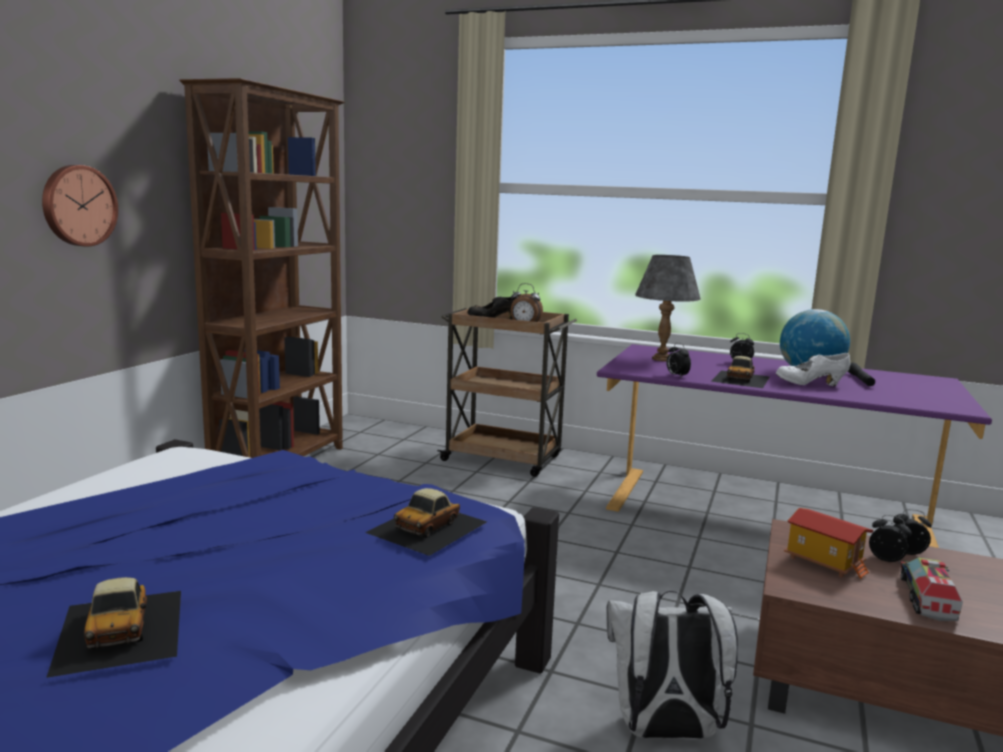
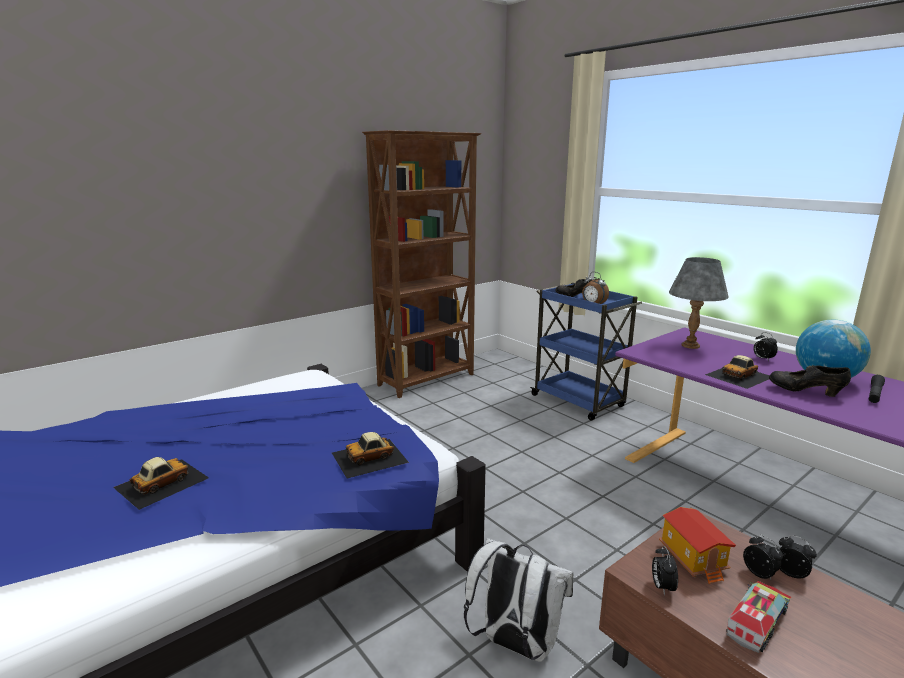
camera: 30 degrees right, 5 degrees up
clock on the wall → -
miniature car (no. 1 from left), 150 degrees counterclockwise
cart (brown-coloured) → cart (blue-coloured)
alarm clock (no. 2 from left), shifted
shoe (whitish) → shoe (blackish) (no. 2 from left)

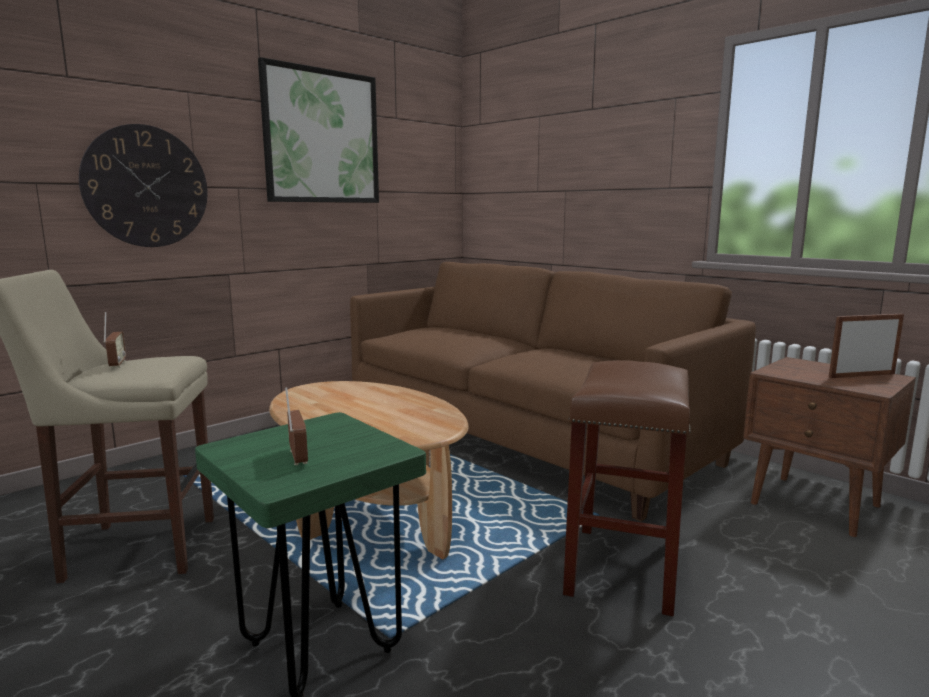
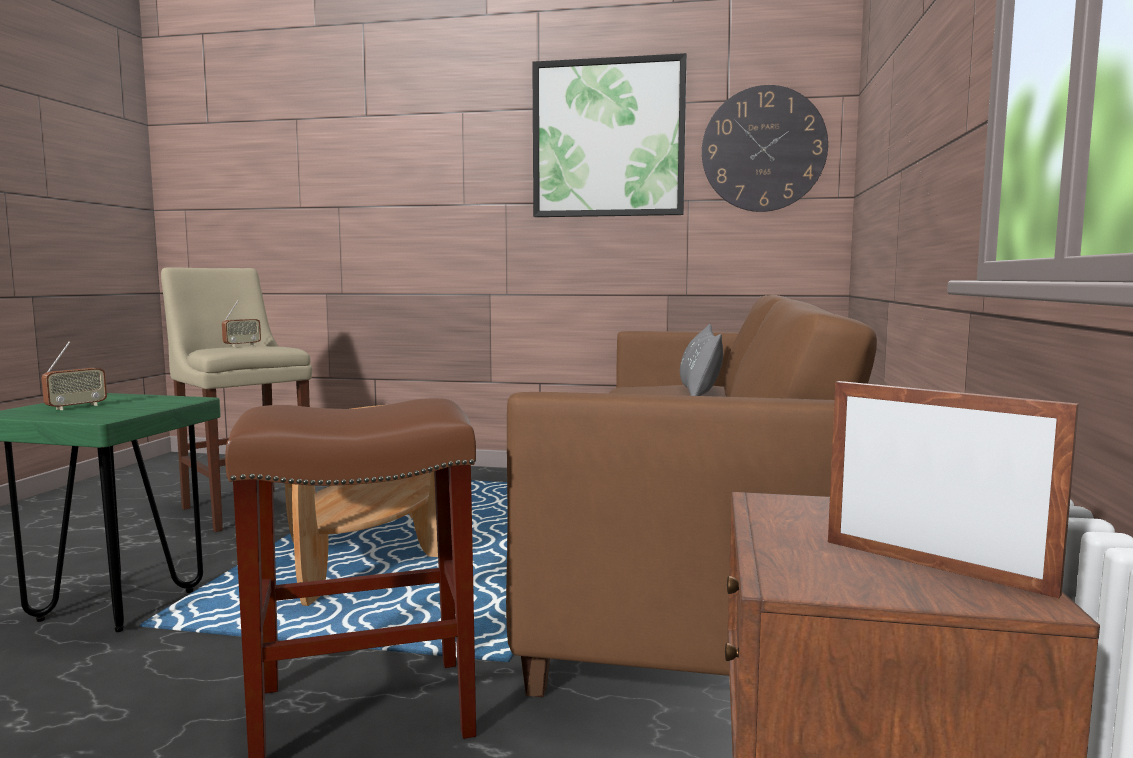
camera: 55 degrees right, 5 degrees down
clock on the wall, shifted
- → throw pillow (greyish)

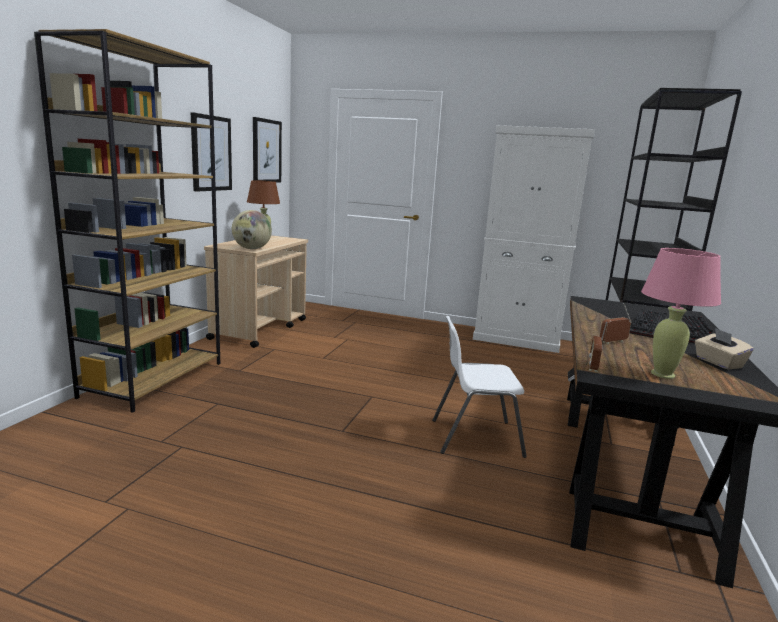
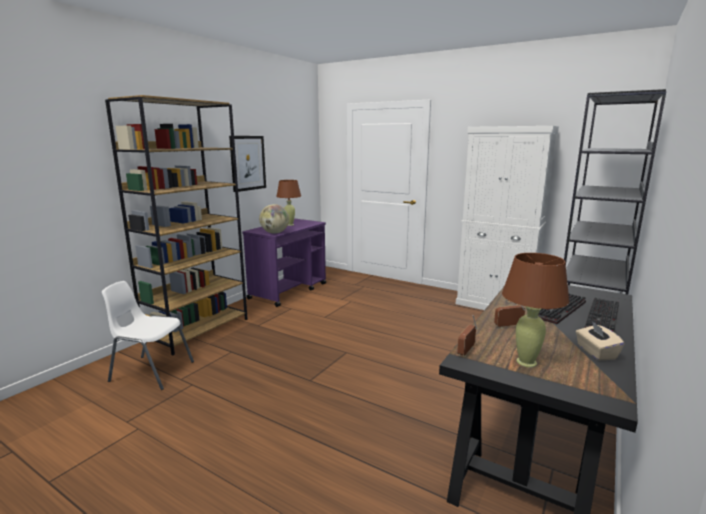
camera: 15 degrees right, 0 degrees up
cart (sand-coloured) → cart (purple-coloured)
picture (no. 2 from left) → -
chair (whitish), shifted
lamp for a table (pinkish) → lamp for a table (brown-coloured) (no. 2 from left)

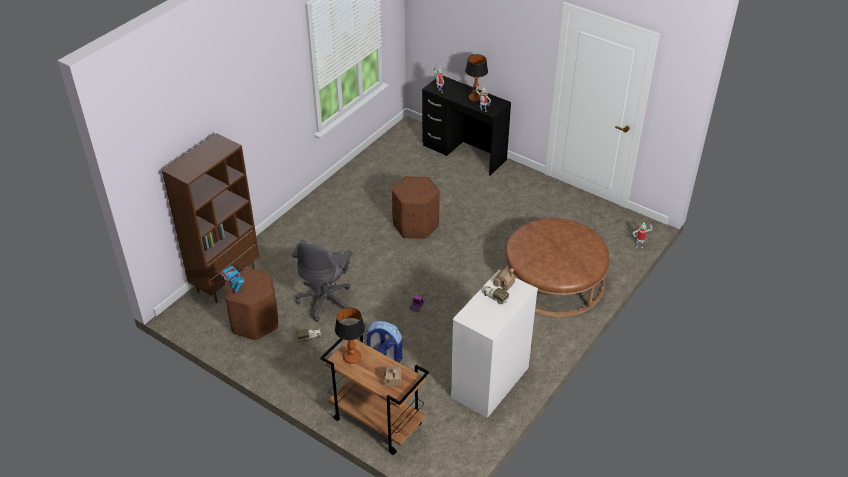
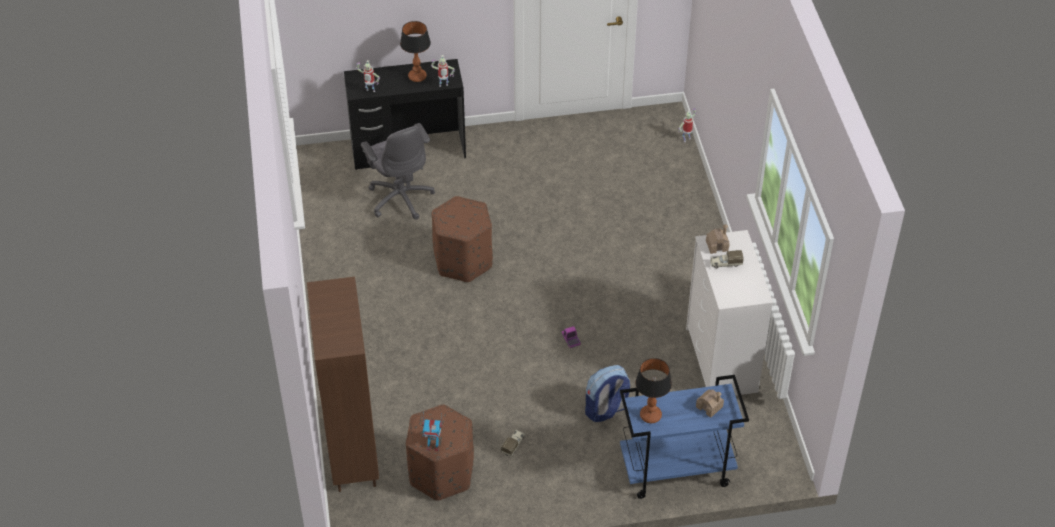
camera: 45 degrees left, 5 degrees up
office chair (greyish), shifted
cart (brown-coloured) → cart (blue-coloured)
footrest (brown-coloured) (no. 3 from left) → -

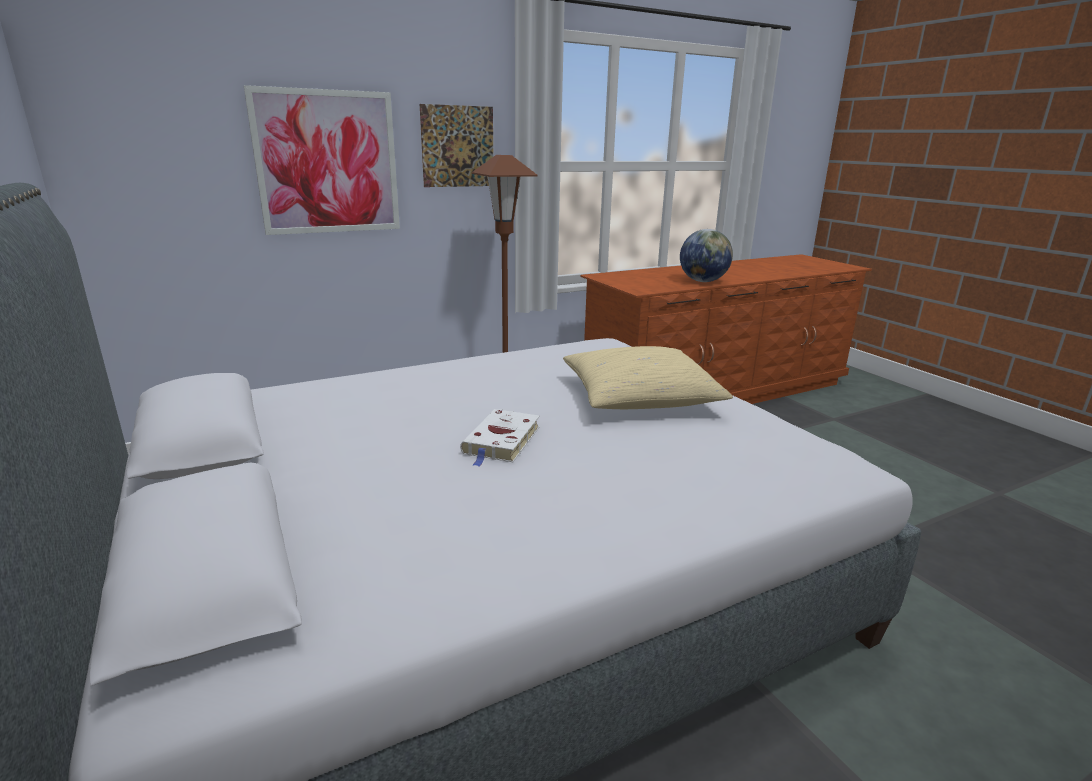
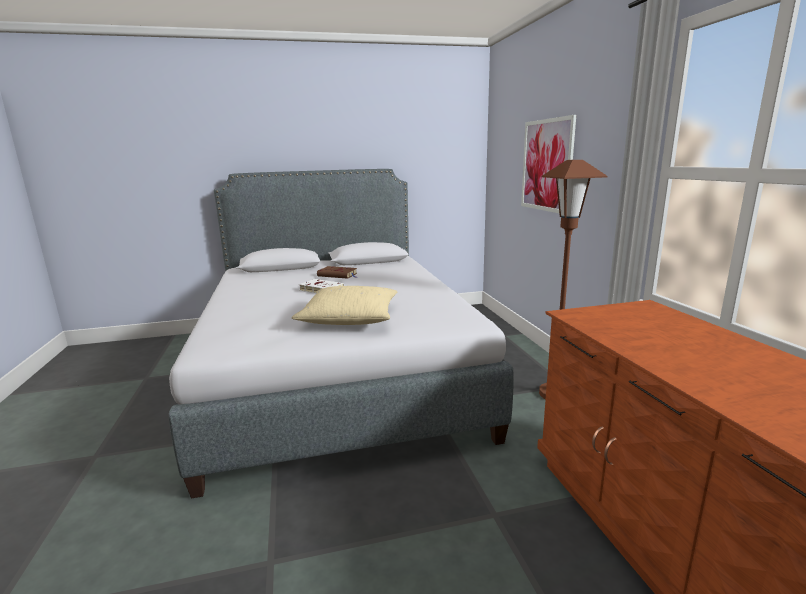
camera: 105 degrees right, 5 degrees down
picture (no. 2 from left) → -
world globe → -
- → book (brown-coloured)

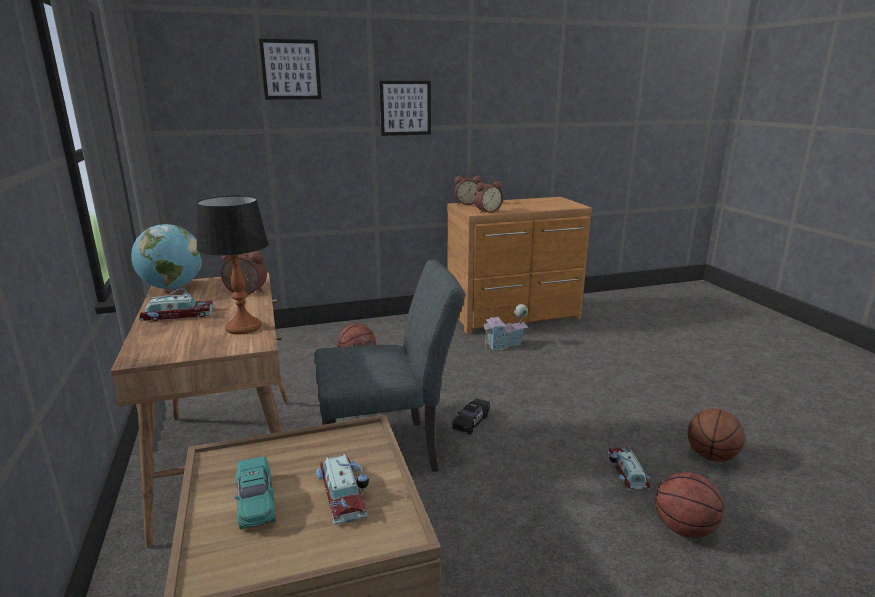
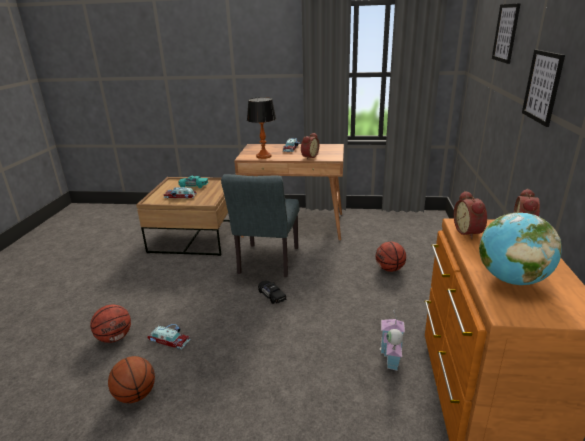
camera: 115 degrees right, 5 degrees up
world globe, shifted

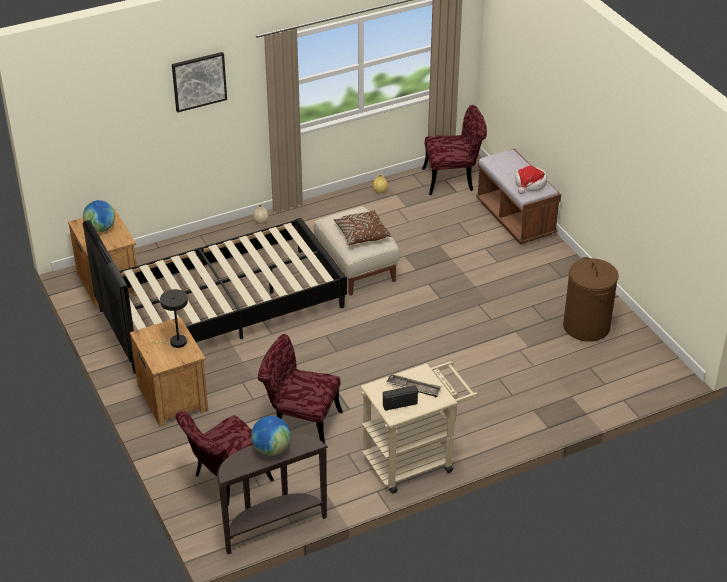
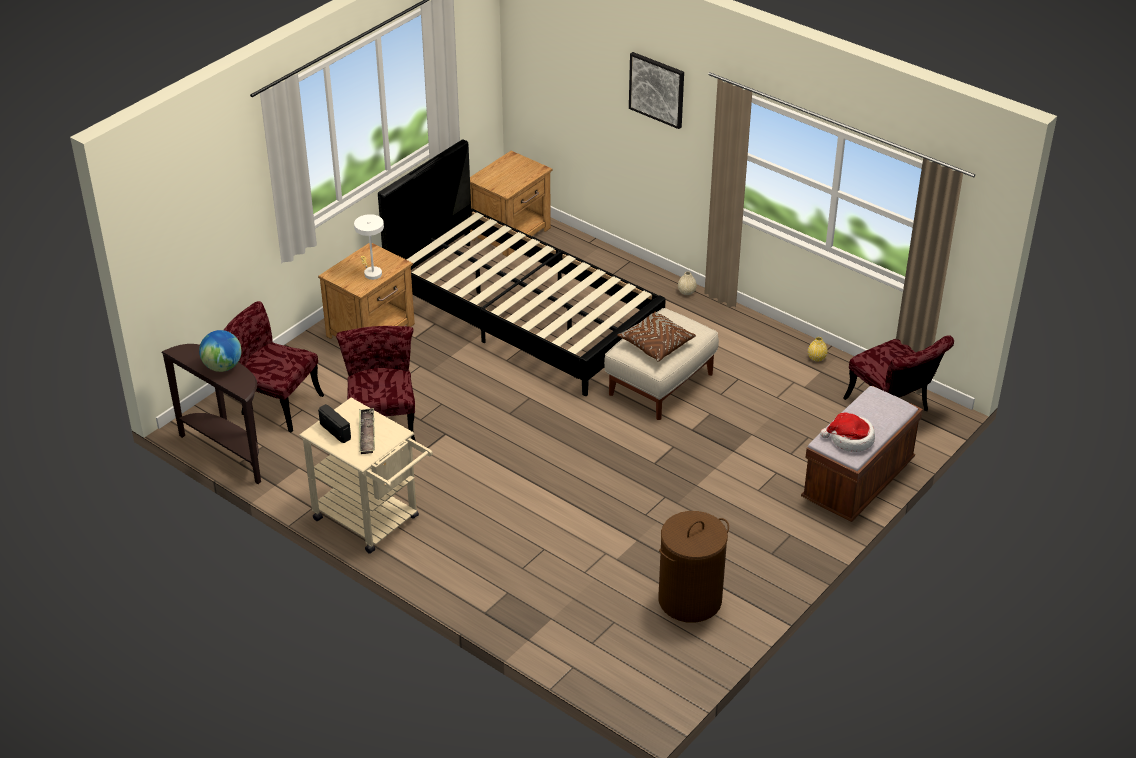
camera: 65 degrees right, 0 degrees up
world globe (no. 1 from left) → -
lamp for a table (blackish) → lamp for a table (whitish)

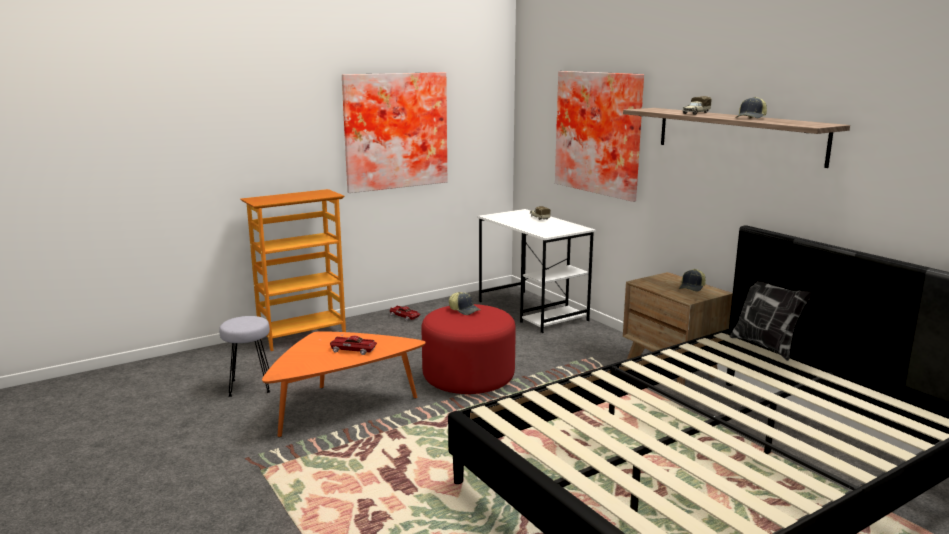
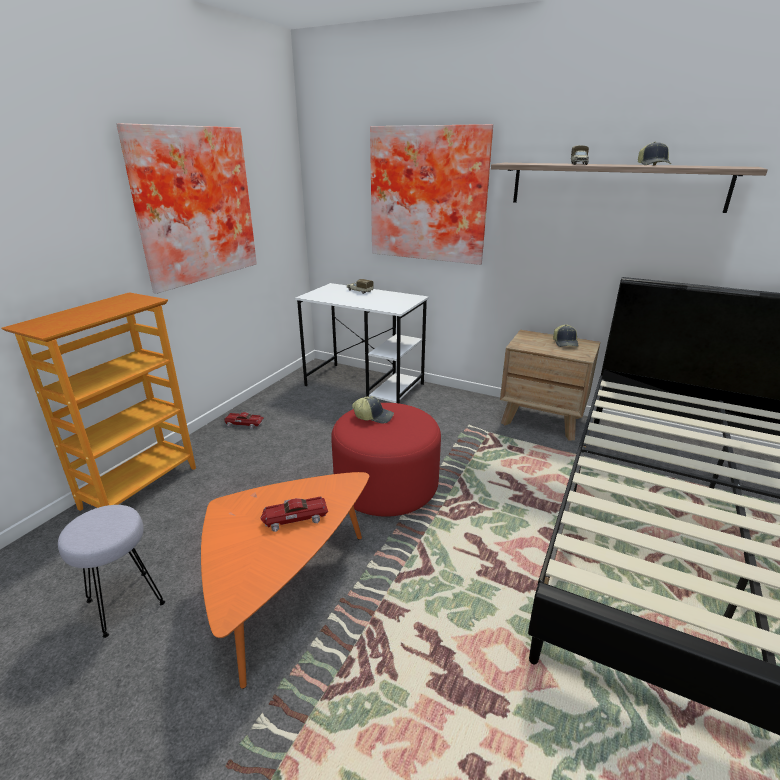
camera: 30 degrees left, 10 degrees up
throw pillow → -

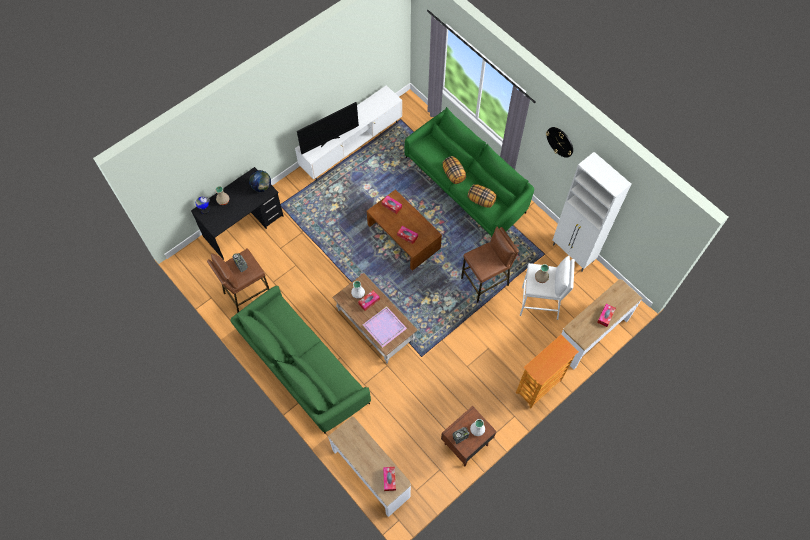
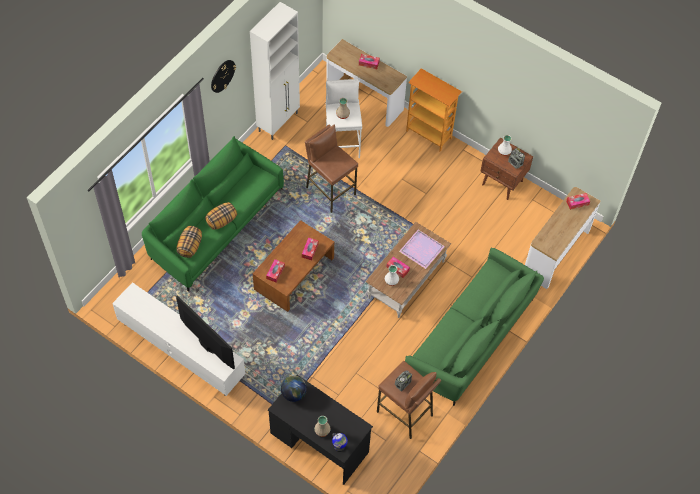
camera: 105 degrees left, 5 degrees down
throw pillow (no. 2 from left in the first image) → throw pillow (no. 1 from left), shifted

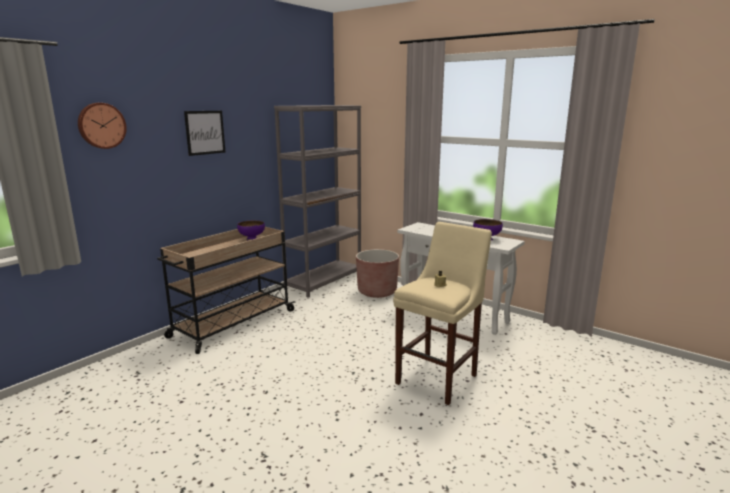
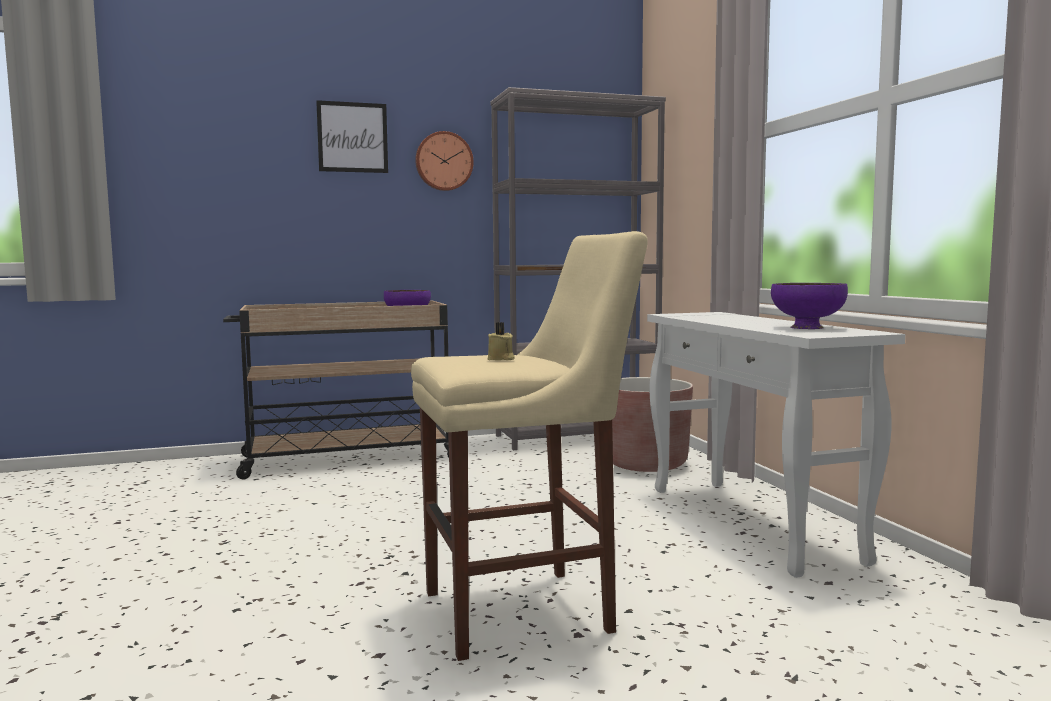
camera: 35 degrees right, 10 degrees down
clock on the wall, shifted

